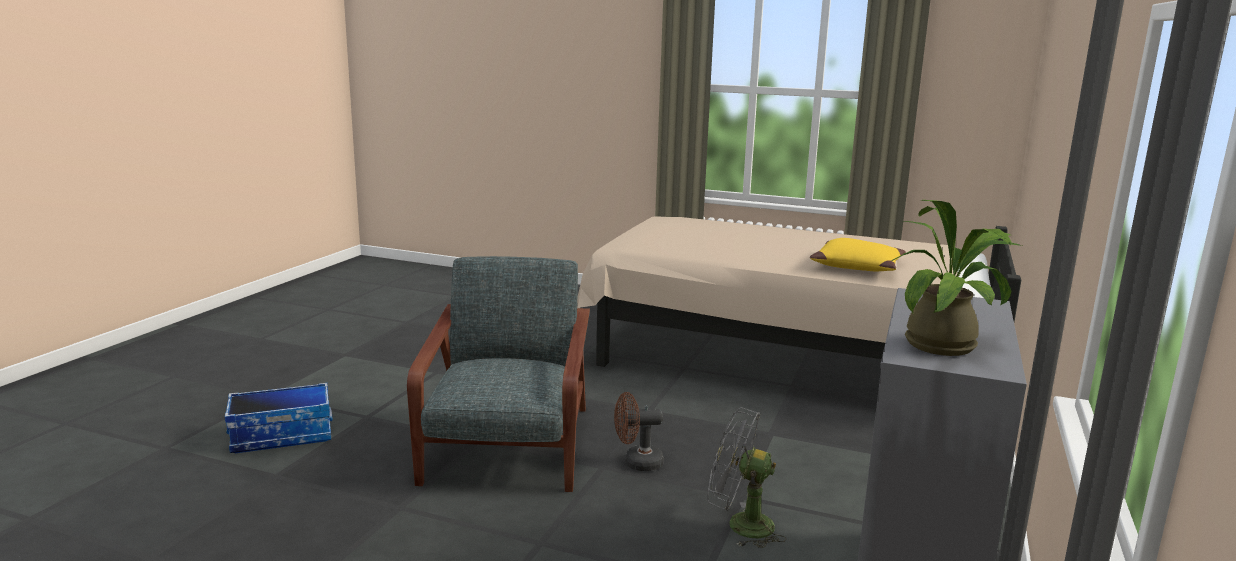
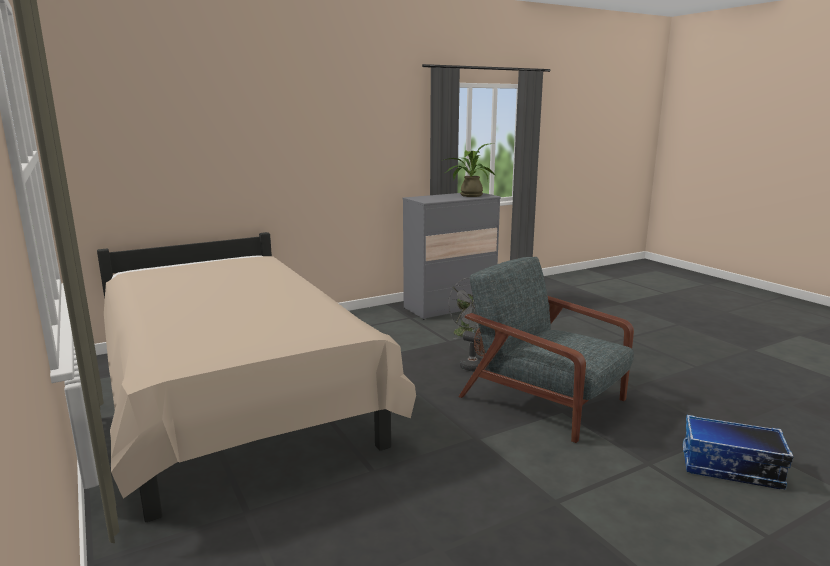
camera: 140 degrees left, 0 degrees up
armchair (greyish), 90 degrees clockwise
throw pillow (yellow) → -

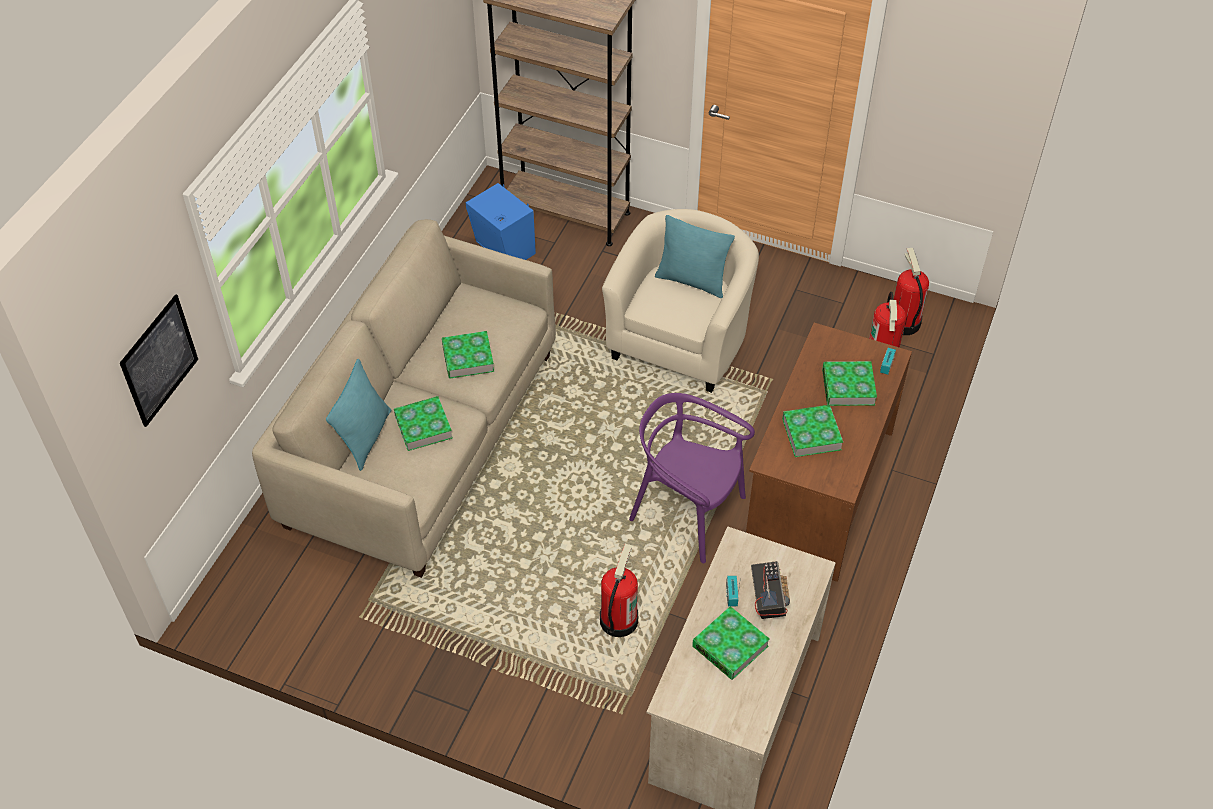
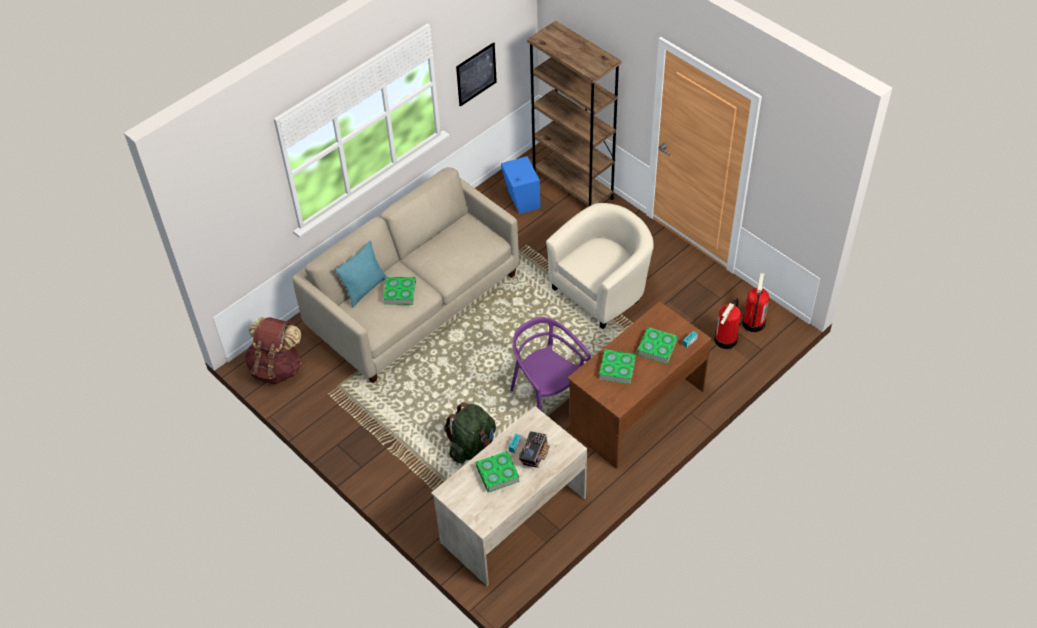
camera: 25 degrees right, 0 degrees up
picture, shifted
book (no. 2 from left) → -
extinguisher (no. 1 from left) → knapsack (greenish)
throw pillow (blue-green) (no. 2 from left) → -
- → knapsack (brown-coloured)

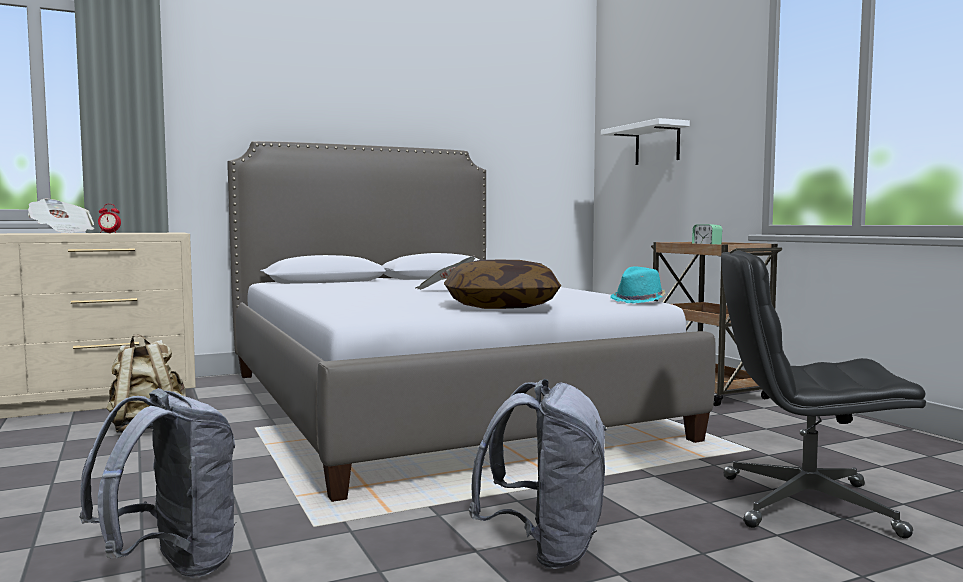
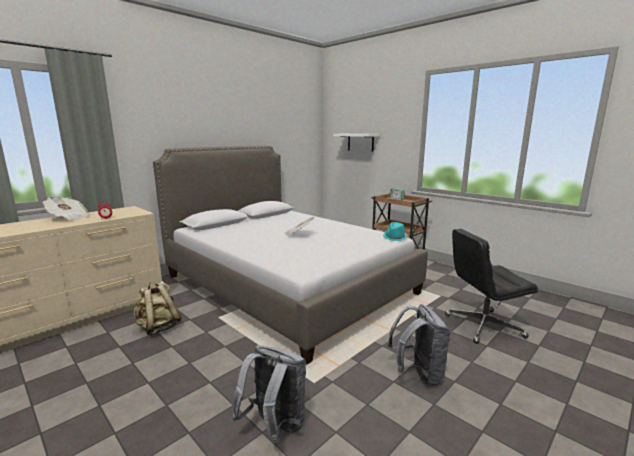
camera: 20 degrees left, 10 degrees up
throw pillow → -

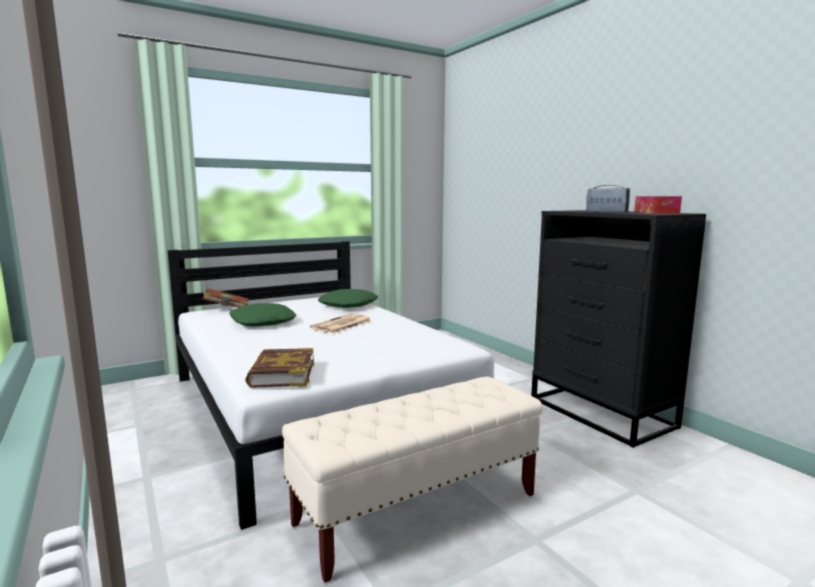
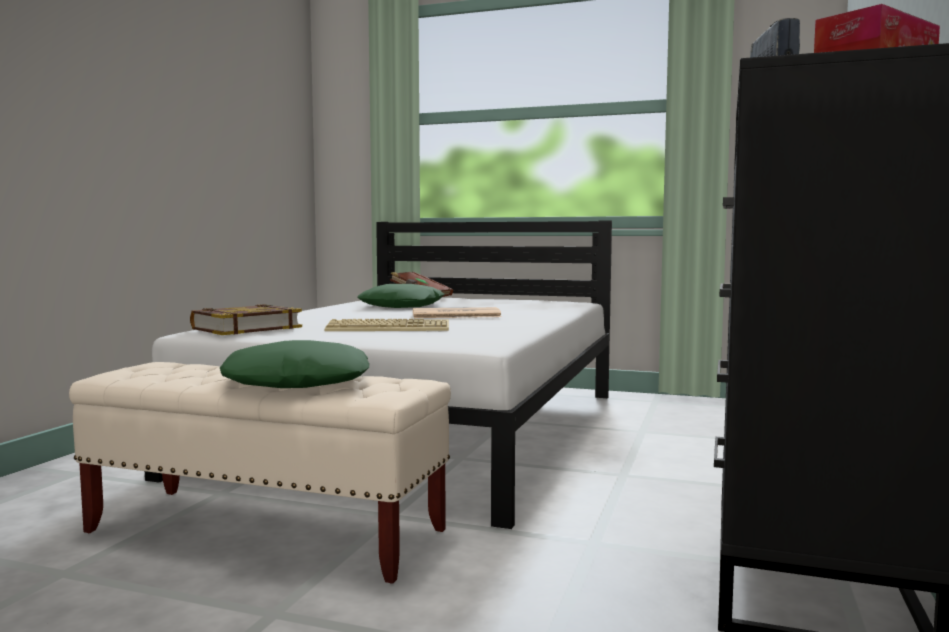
camera: 50 degrees right, 5 degrees down
throw pillow (greenish) (no. 2 from left in the first image) → throw pillow (greenish) (no. 1 from left), shifted
- → PC keyboard

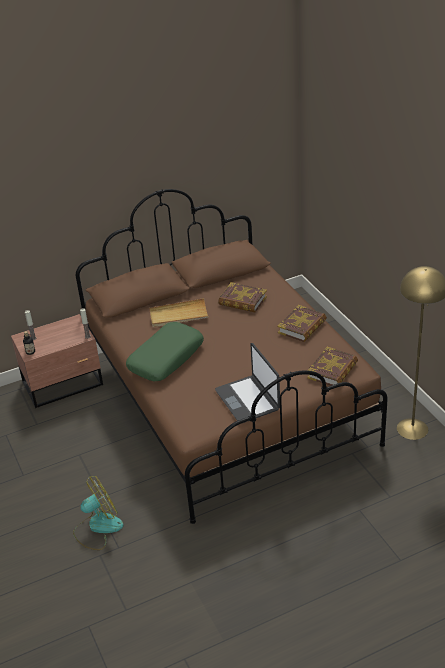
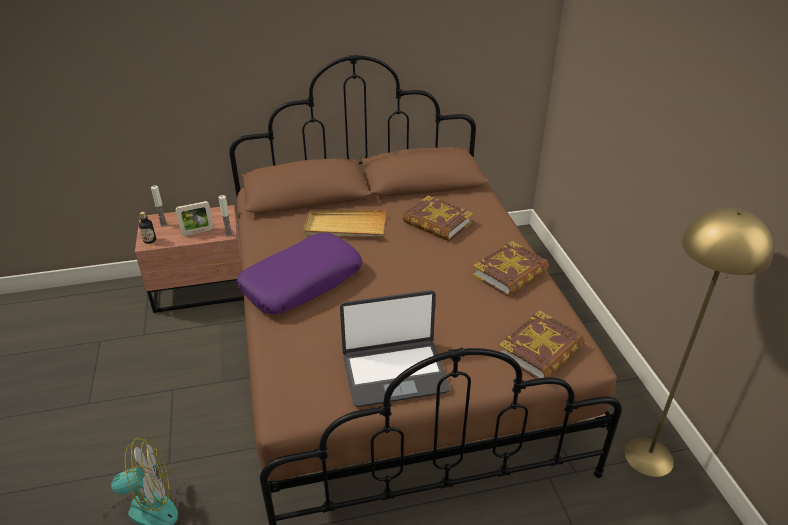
camera: 10 degrees right, 0 degrees up
throw pillow (greenish) → throw pillow (purple-coloured)
laptop, 90 degrees counterclockwise
- → standing frame

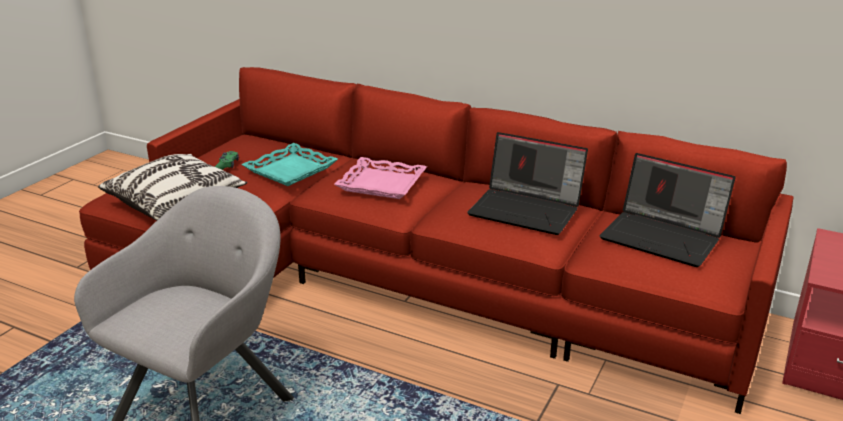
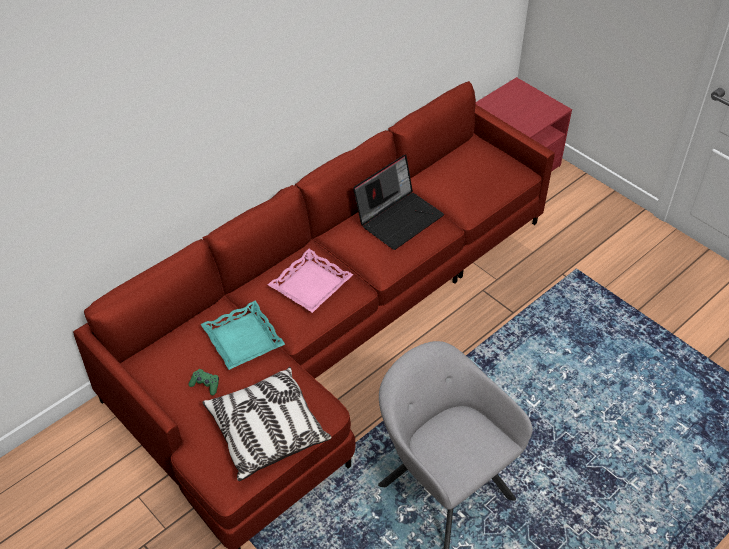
camera: 70 degrees left, 20 degrees up
laptop (no. 2 from left) → -

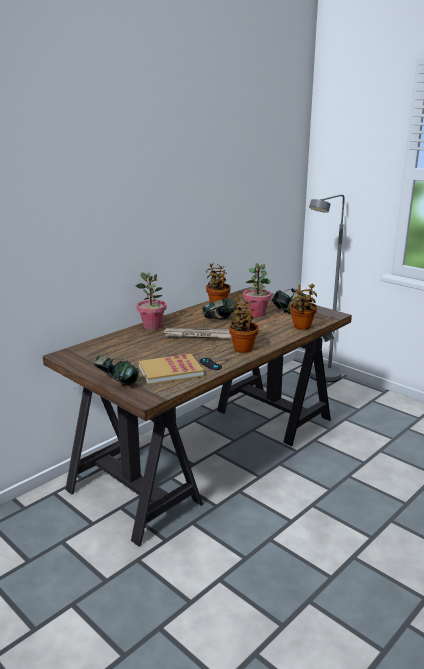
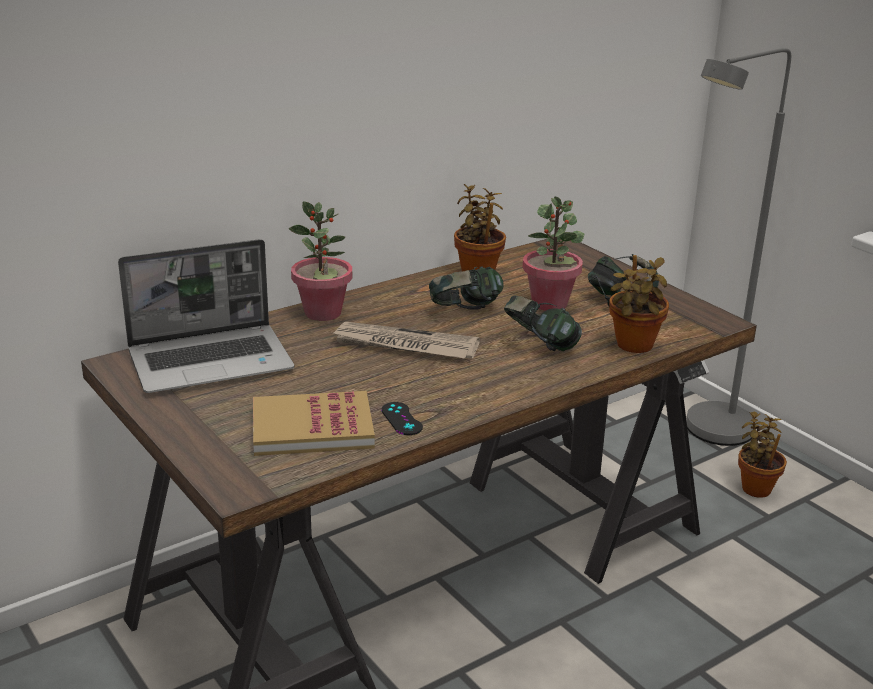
camera: 10 degrees right, 5 degrees up
headphones (no. 1 from left in the first image) → headphones (no. 2 from left), shifted
houseplant (no. 3 from left in the first image) → houseplant (no. 5 from left), shifted
- → laptop

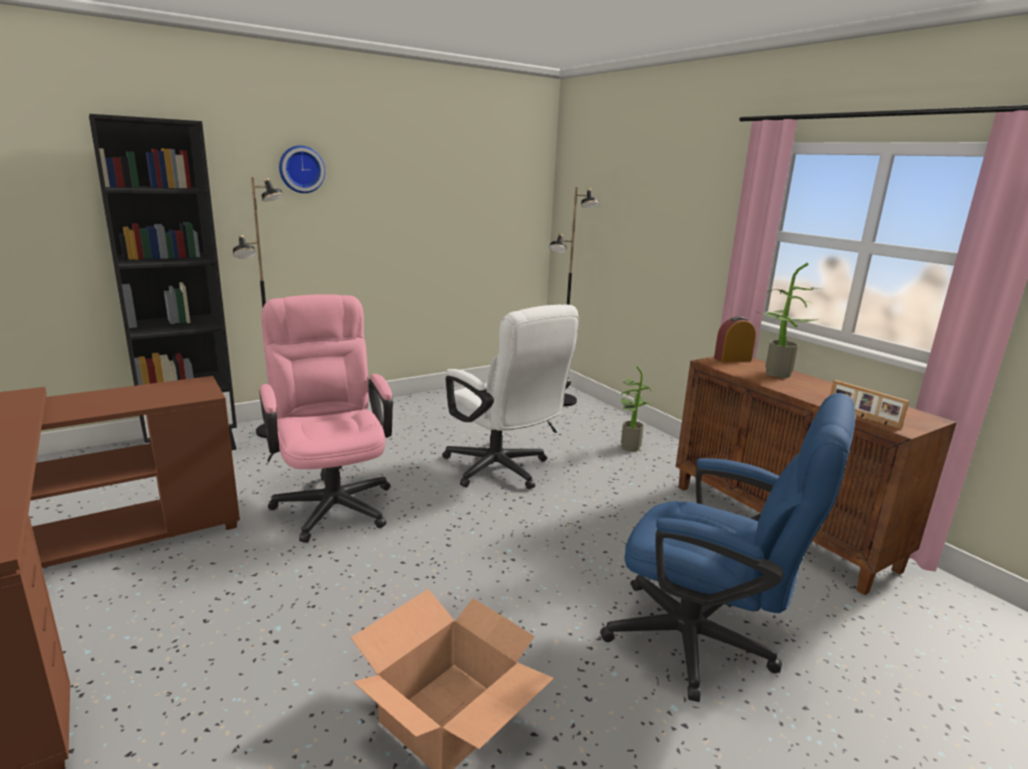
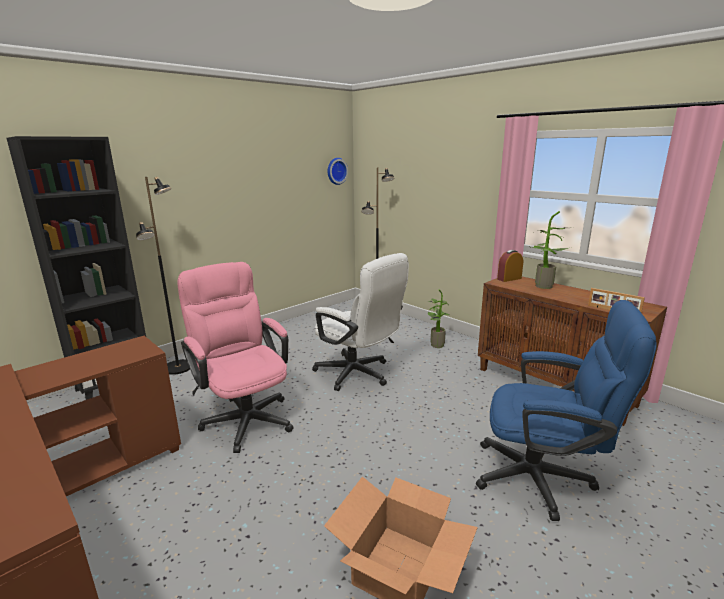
camera: 10 degrees left, 0 degrees up
clock on the wall, shifted

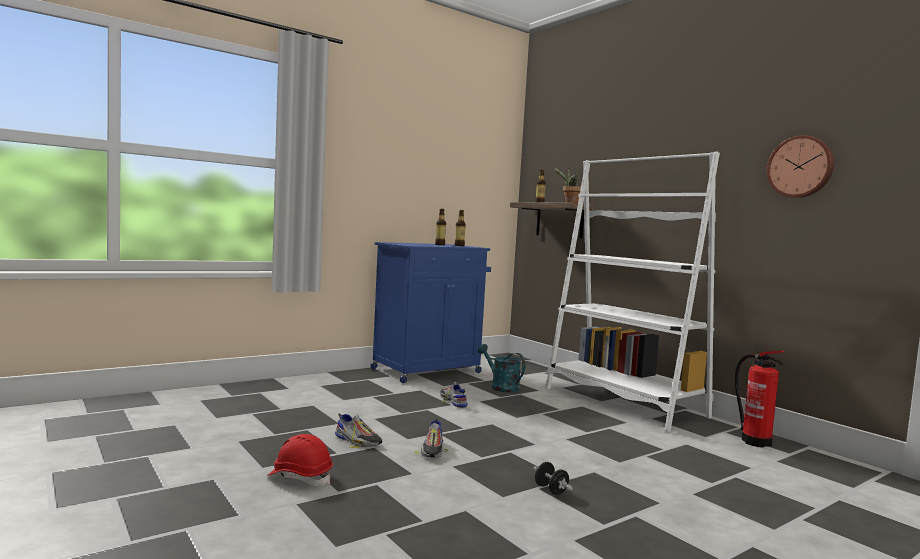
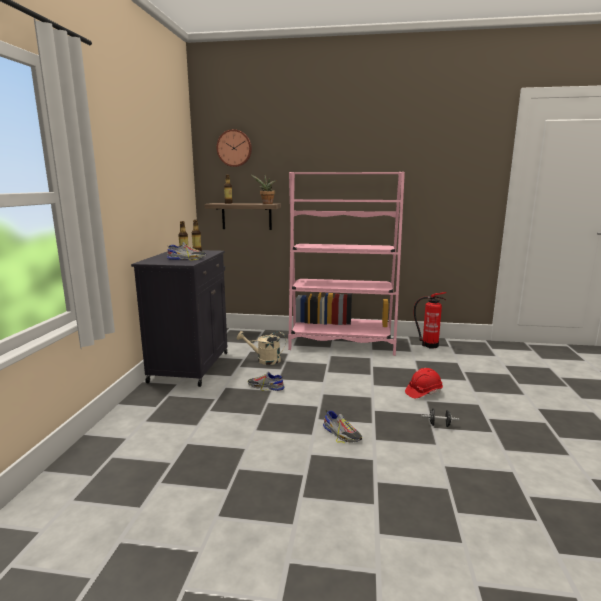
camera: 45 degrees left, 10 degrees up
safety helmet (red), shifted
shoe (no. 1 from left), shifted
storage cabinet (blue-coloured) → storage cabinet (blackish)
watering can (blue-green) → watering can (sand-coloured)
bookshelf (whitish) → bookshelf (pinkish)
clock on the wall, shifted

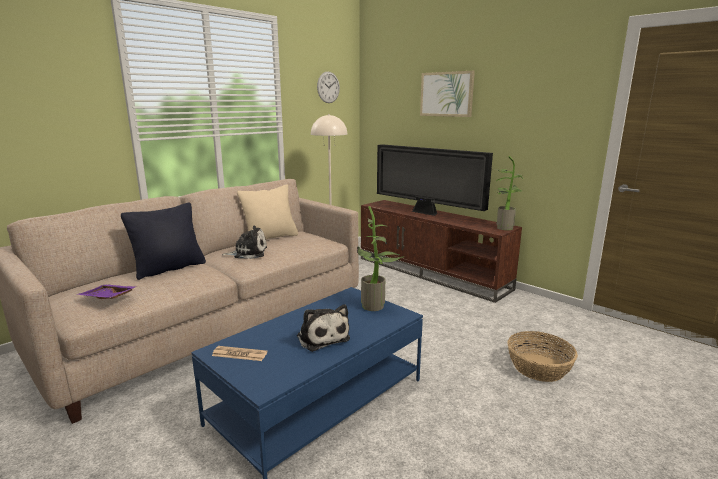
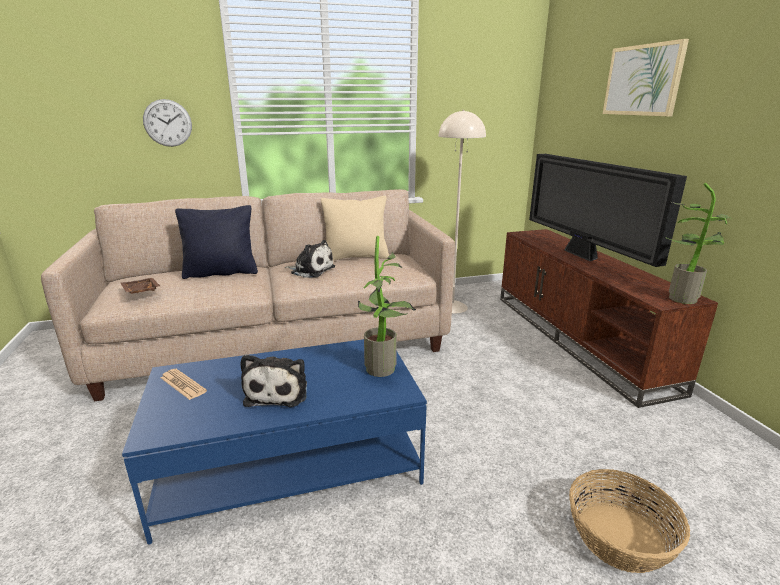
camera: 30 degrees right, 5 degrees up
carrying tray (purple-coloured) → carrying tray (brown-coloured)
clock on the wall, shifted

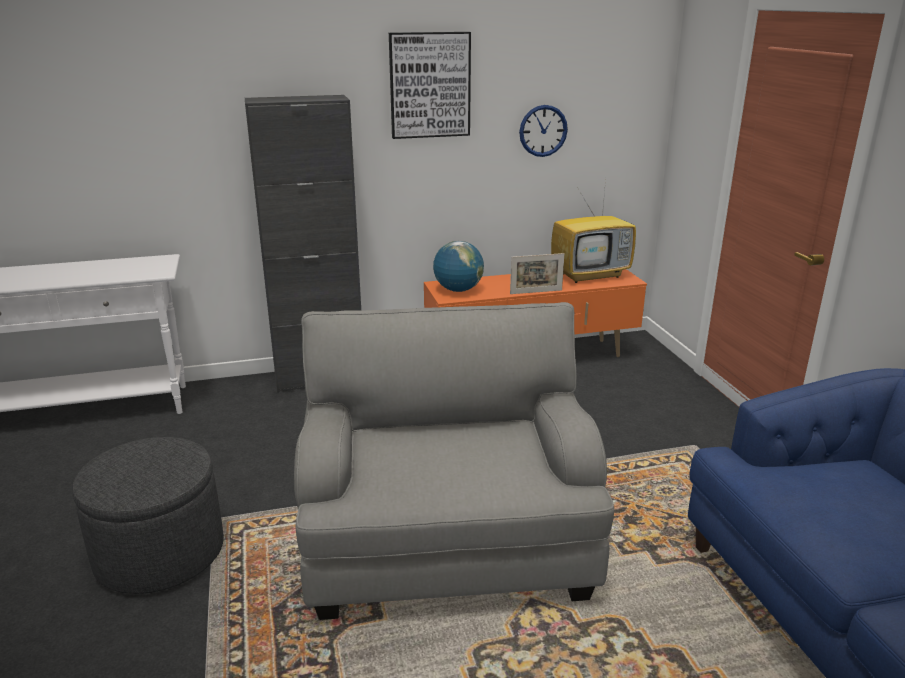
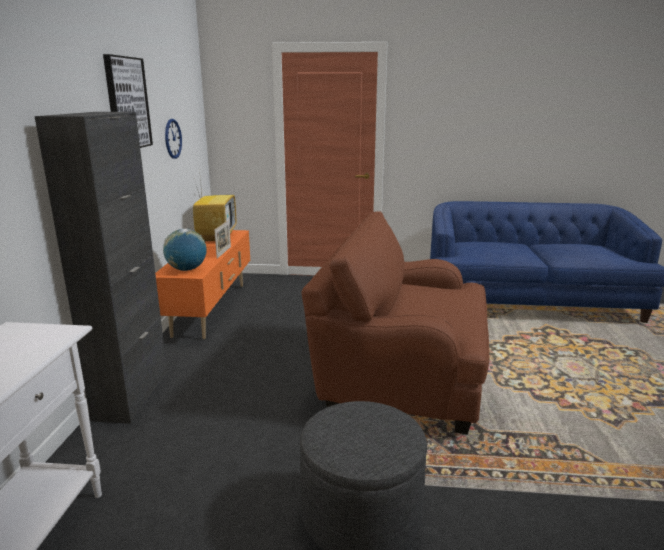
camera: 70 degrees left, 5 degrees down
armchair (greyish) → armchair (brown-coloured)

